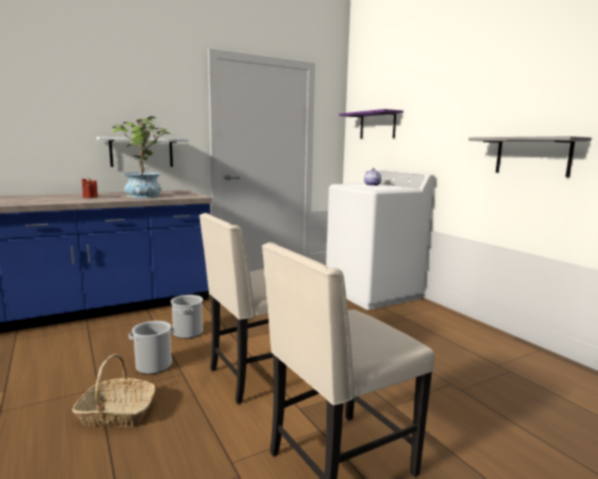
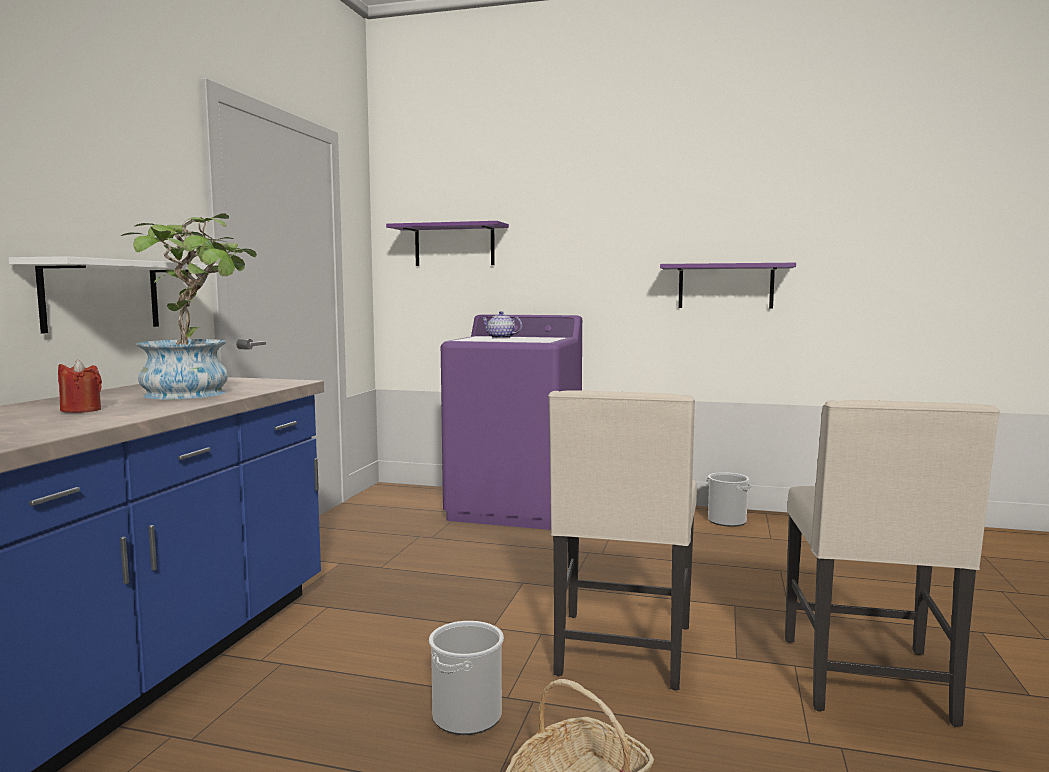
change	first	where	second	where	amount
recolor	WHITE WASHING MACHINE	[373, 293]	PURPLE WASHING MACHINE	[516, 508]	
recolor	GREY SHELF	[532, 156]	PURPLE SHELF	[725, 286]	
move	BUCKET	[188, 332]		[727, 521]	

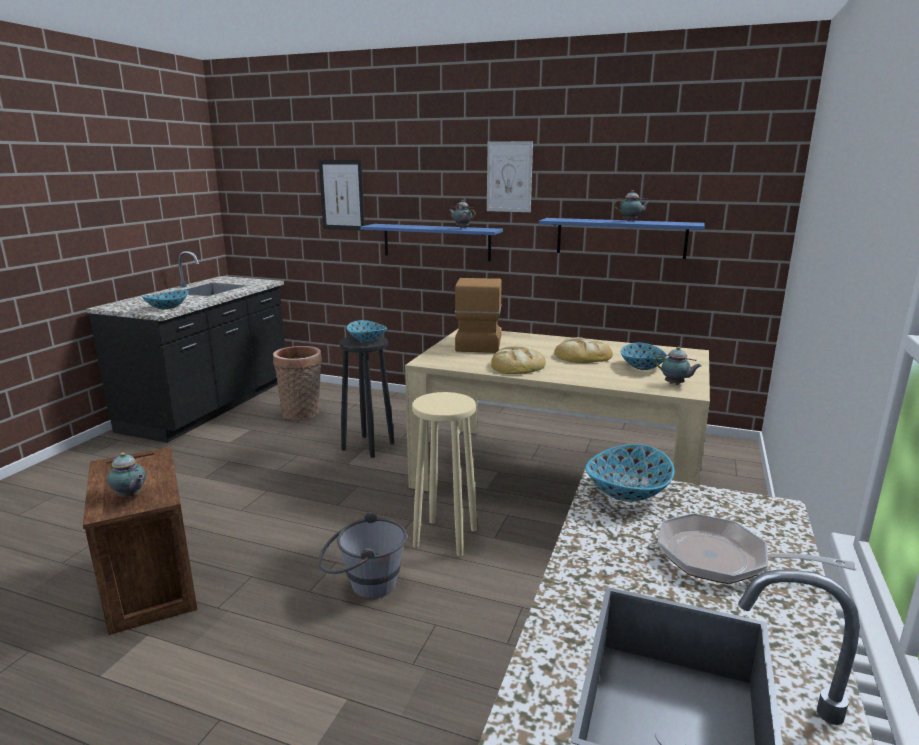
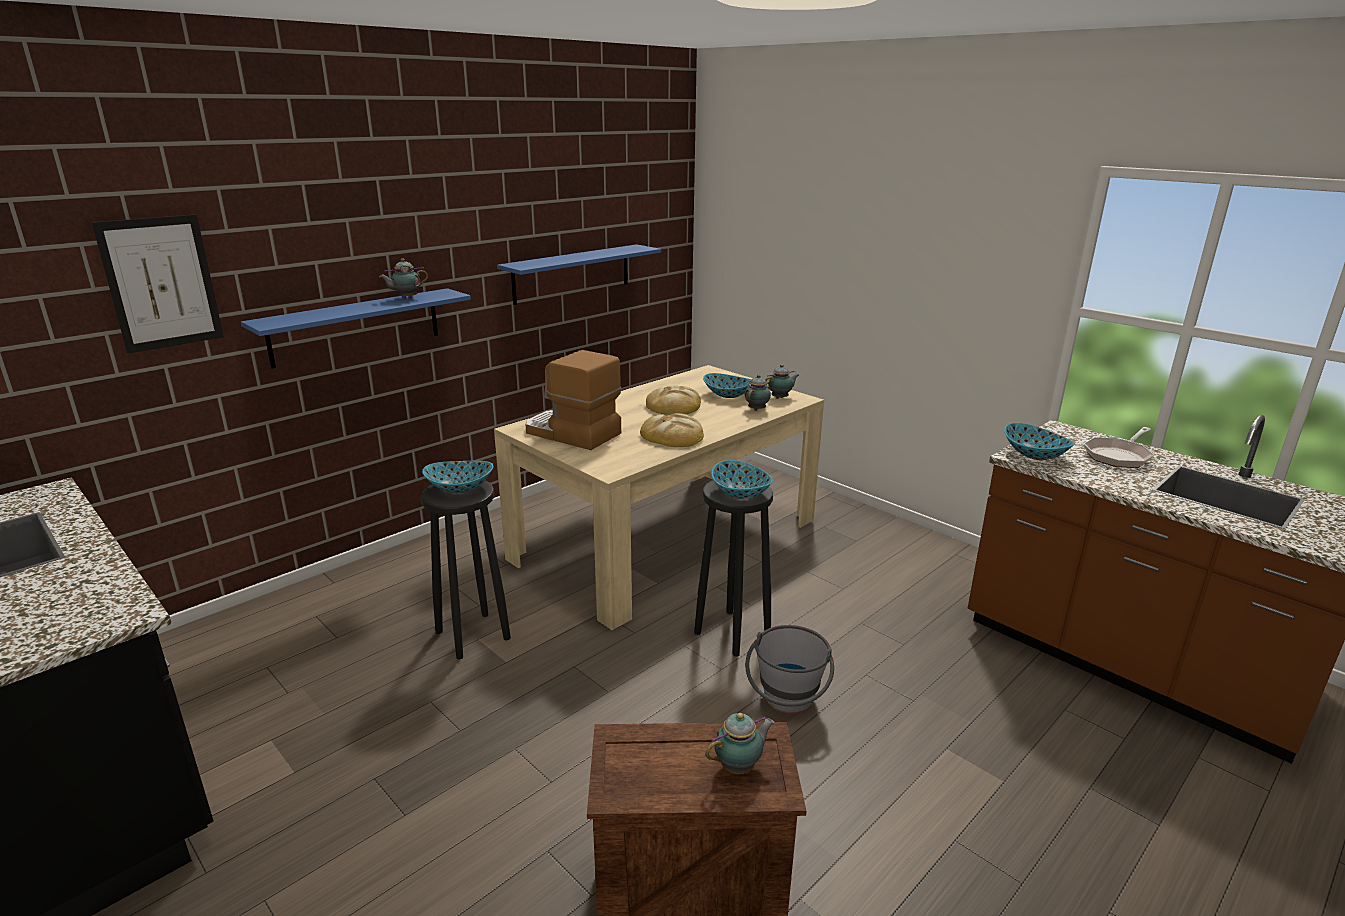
change	first	where	second	where	amount
recolor	BEIGE STOOL	[444, 537]	BLACK STOOL	[731, 633]	
move	BOWL	[167, 307]		[740, 494]	
move	TEAPOT	[631, 221]		[757, 409]	
delete	BASKET	[302, 413]			
delete	PICTURE	[509, 177]			

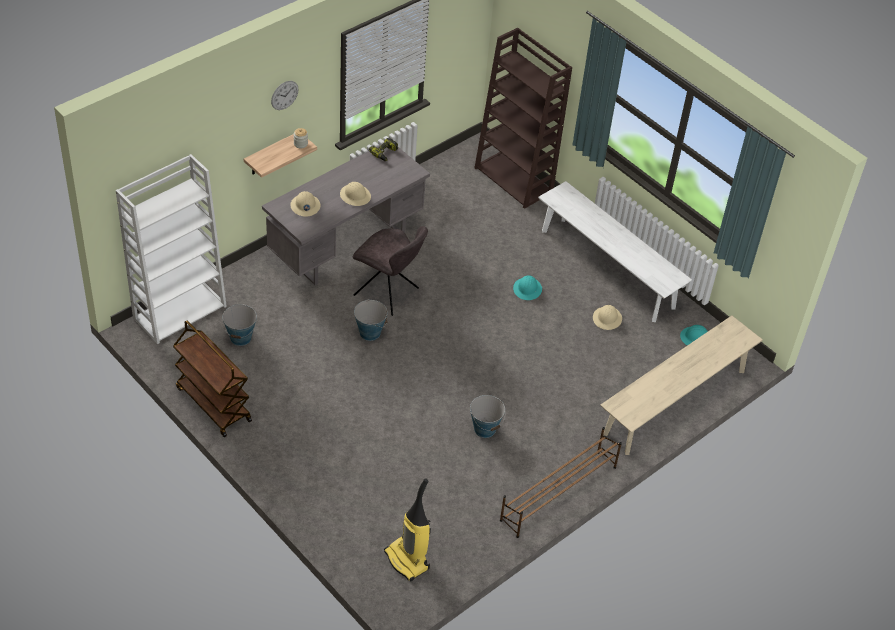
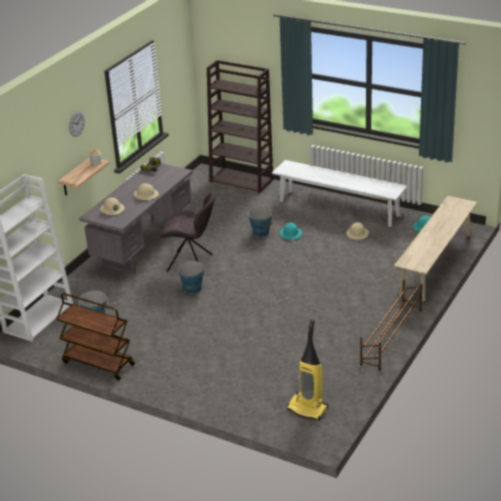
change	first	where	second	where	amount
move	BUCKET	[485, 429]		[261, 232]	

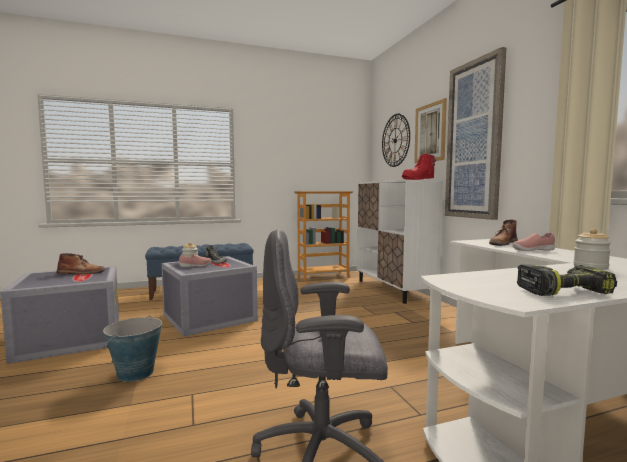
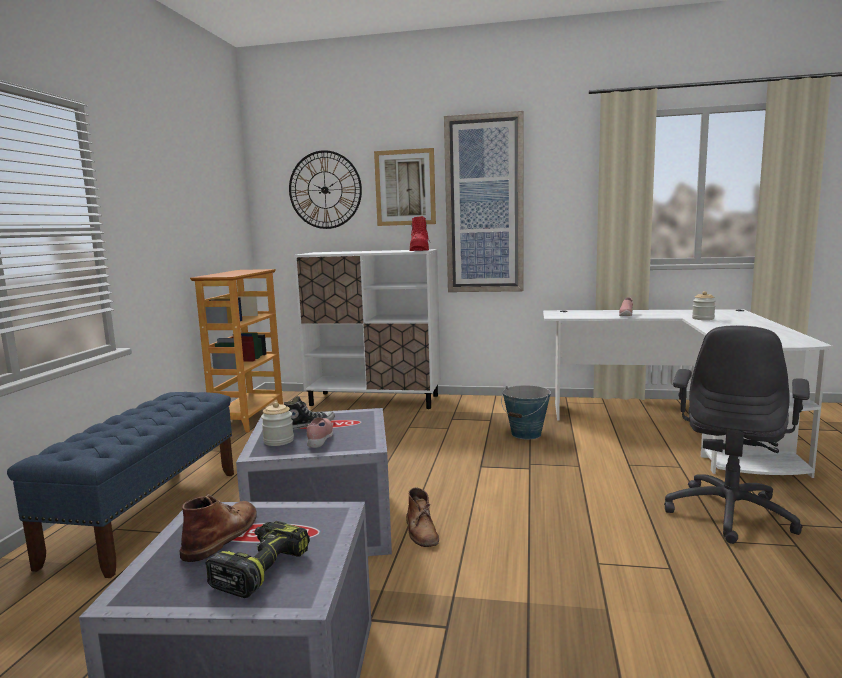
change	first	where	second	where	amount
move	POWER DRILL	[563, 291]		[260, 568]	
move	BROWN BOOT	[503, 243]		[421, 531]	
move	BUCKET	[135, 373]		[526, 434]	

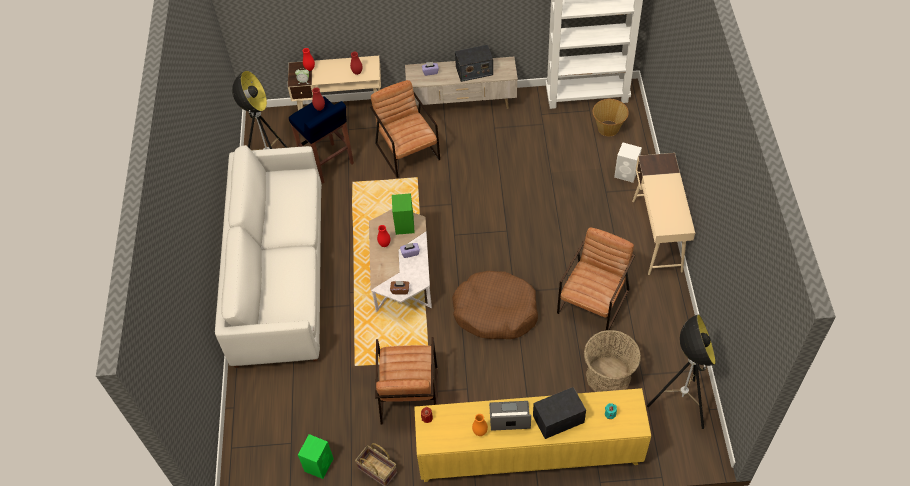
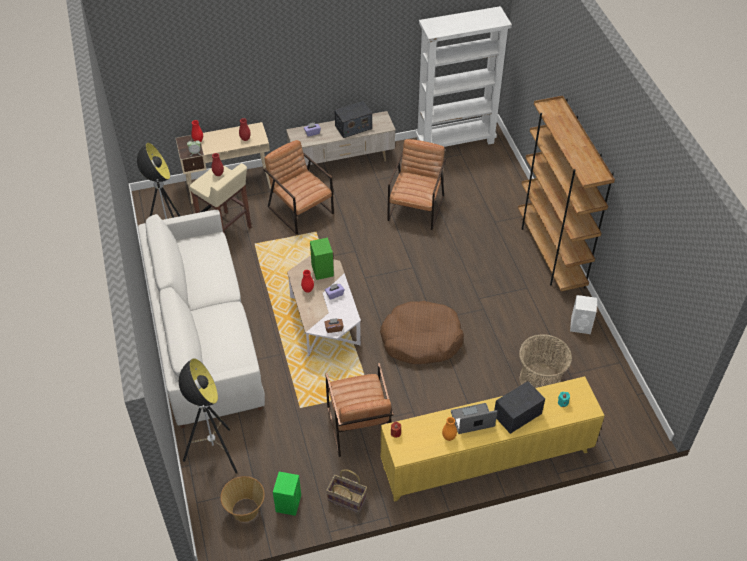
change	first	where	second	where	amount
move	FLOOR LAMP	[679, 404]		[214, 454]	
recolor	BLUE STOOL	[328, 164]	BEIGE STOOL	[226, 230]	
move	BASKET	[608, 128]		[245, 510]	
move	BROWN ARMCHAIR	[593, 301]		[416, 208]	
replace	BEIGE DESK	[657, 236]	BROWN BOOKCASE	[550, 253]	
move	WHITE SPEAKER	[626, 173]		[581, 325]	

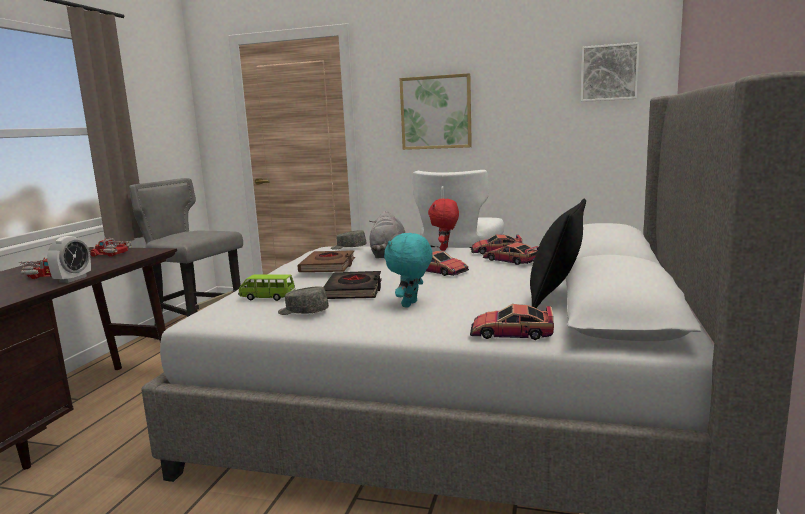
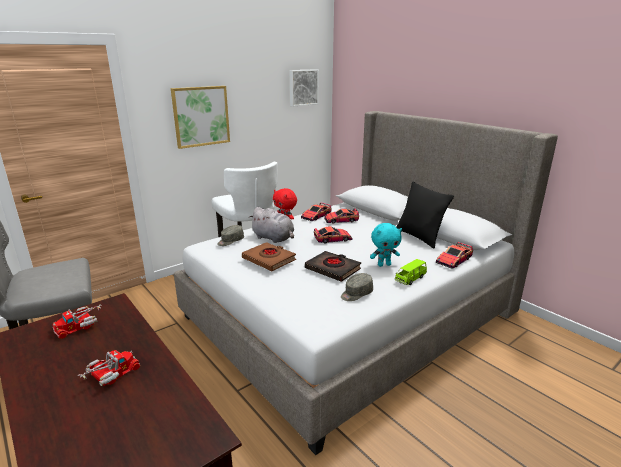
change	first	where	second	where	amount
rotate	TURQUOISE PLUSH TOY	[411, 305]		[384, 265]	75 degrees counterclockwise
move	GREEN TOY CAR	[267, 297]		[410, 279]	
delete	ALARM CLOCK	[73, 279]			

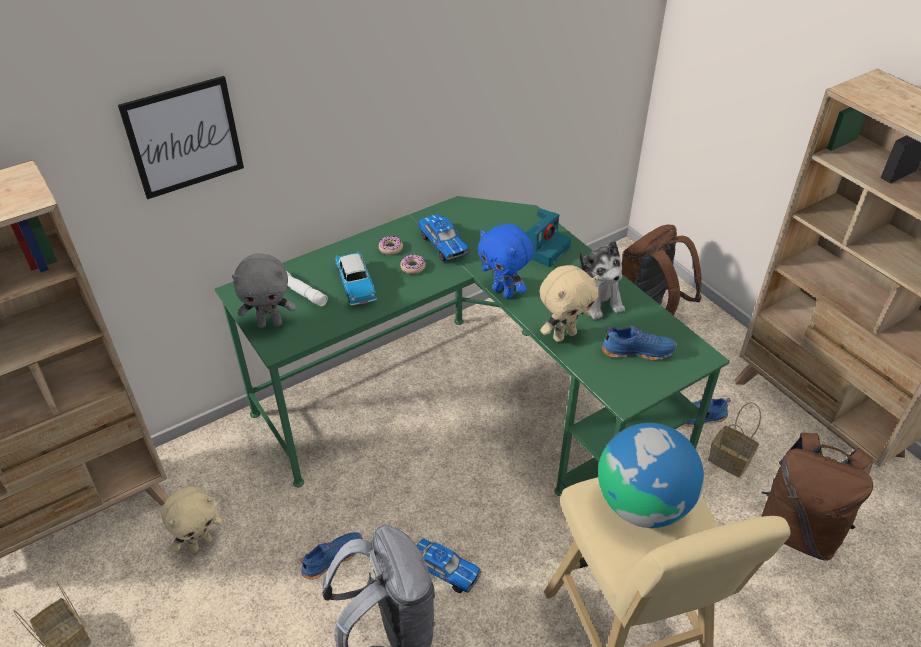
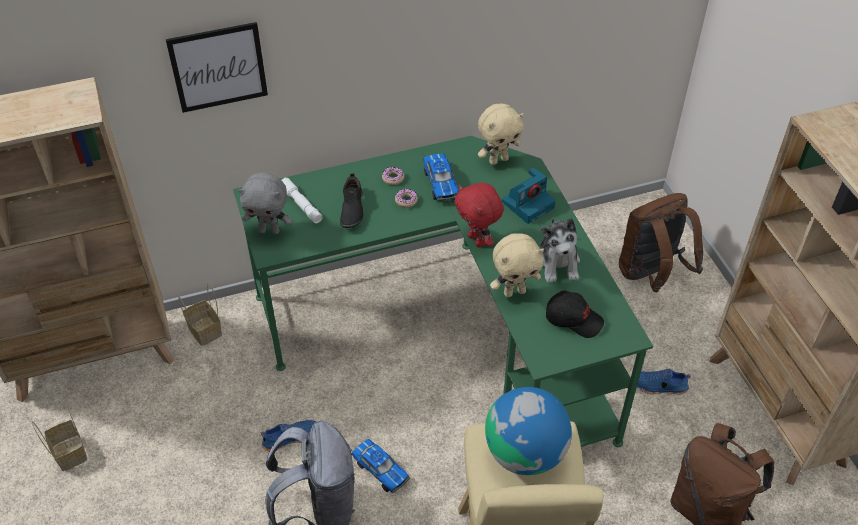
change	first	where	second	where	amount
move	BASKET	[731, 460]		[206, 331]	
replace	TOY CAR	[356, 286]	BLACK SHOE	[351, 209]	
recolor	BLUE PLUSH TOY	[504, 292]	RED PLUSH TOY	[477, 240]	
move	BEIGE PLUSH TOY	[201, 543]		[498, 160]	
replace	BLUE SHOE	[637, 350]	BLACK CAP	[573, 319]	

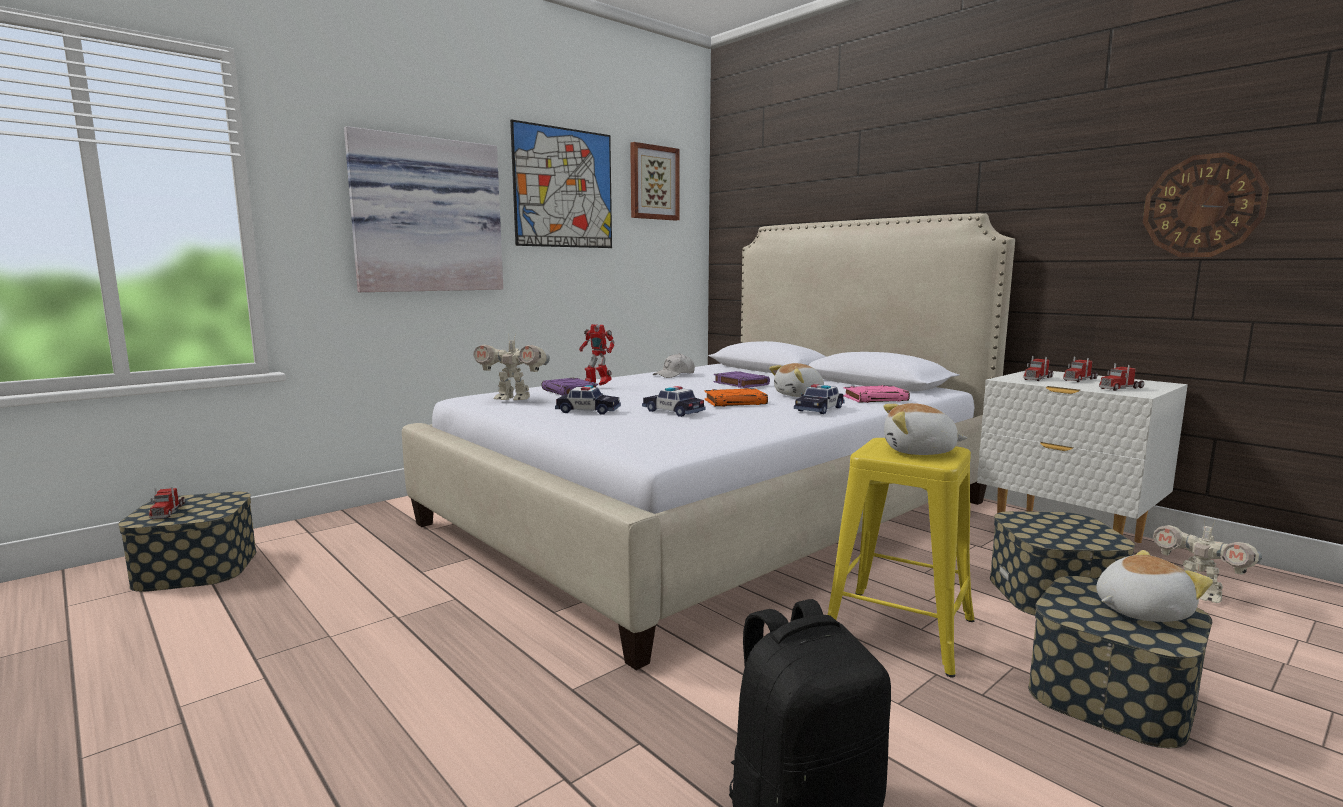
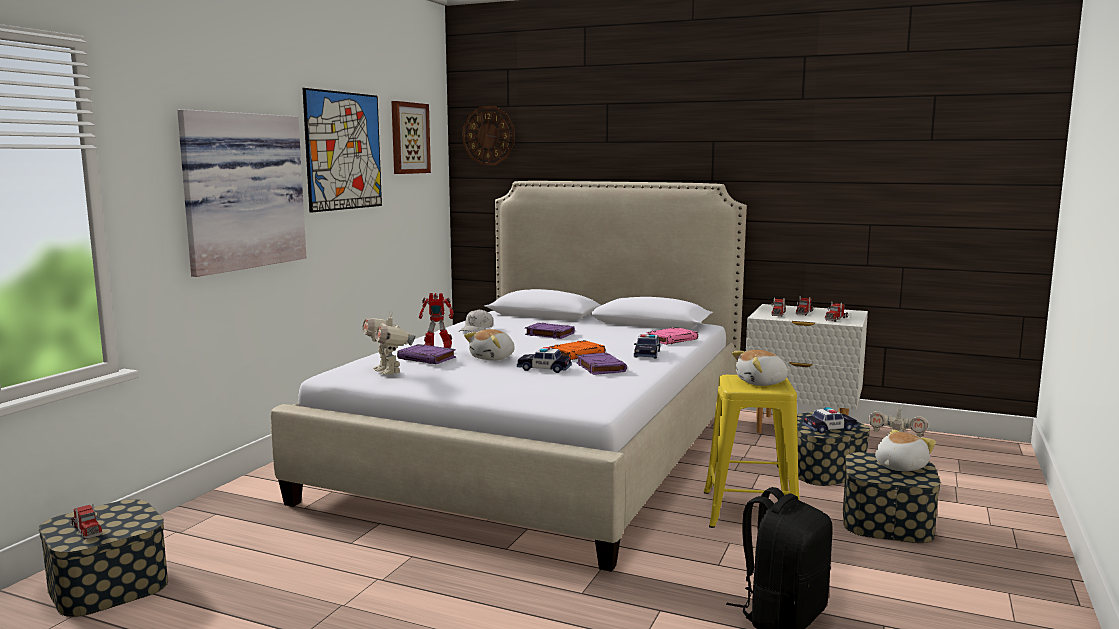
change	first	where	second	where	amount
rotate	TOY ROBOT	[513, 399]		[389, 372]	75 degrees clockwise
move	WALL CLOCK	[1203, 206]		[488, 135]	
move	PLUSH TOY	[799, 395]		[493, 358]	
insert			PURPLE BOOK	[600, 367]	
move	TOY CAR	[588, 411]		[829, 428]	

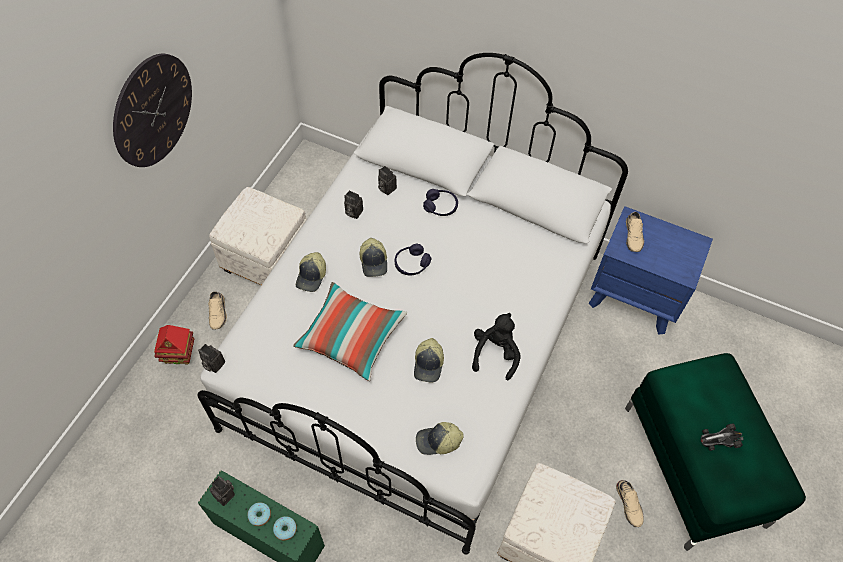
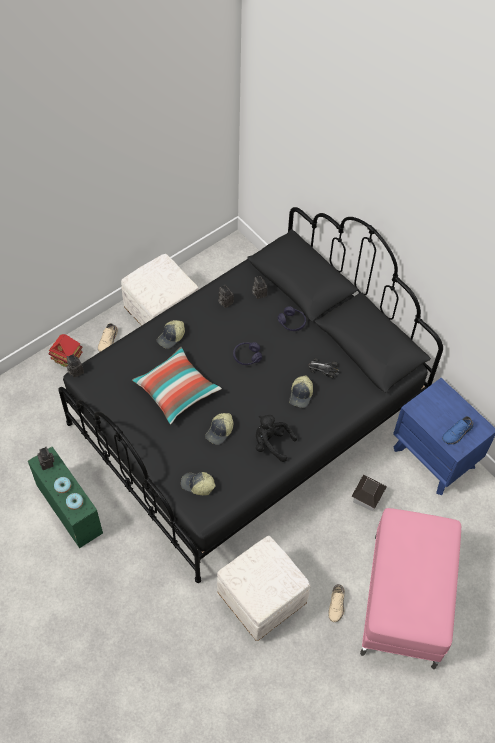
change	first	where	second	where	amount
recolor	WHITE BED	[420, 338]	BLACK BED	[246, 419]	
rotate	BLACK PLUSH TOY	[495, 353]		[271, 443]	105 degrees counterclockwise
move	CAP	[374, 262]		[301, 395]	
move	TOY CAR	[720, 439]		[323, 369]	
insert			TOY HOUSE	[367, 498]	
recolor	GREEN OTTOMAN	[695, 466]	PINK OTTOMAN	[405, 601]	
insert			BLUE SHOE	[457, 433]	
delete	WALL CLOCK	[153, 111]			
delete	BEIGE SHOE	[634, 236]			

